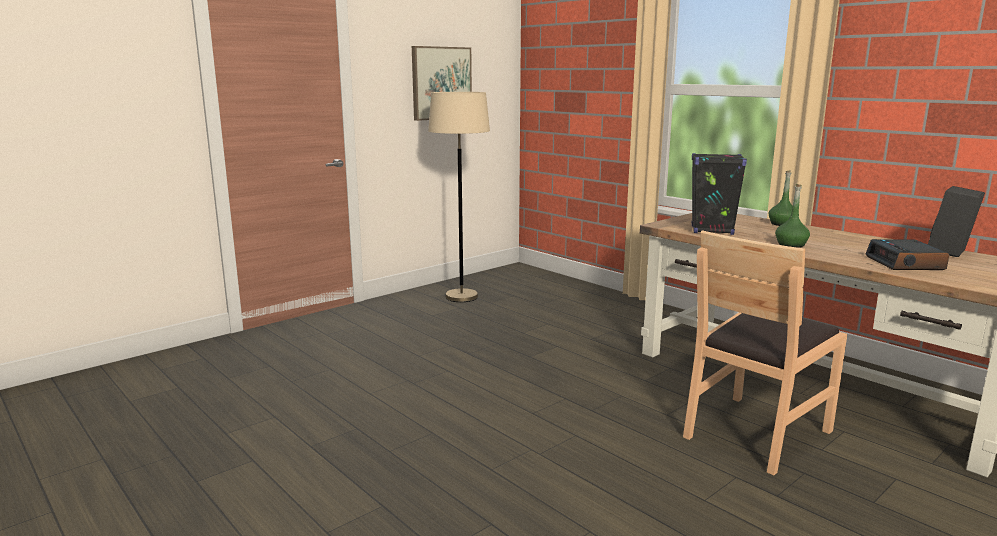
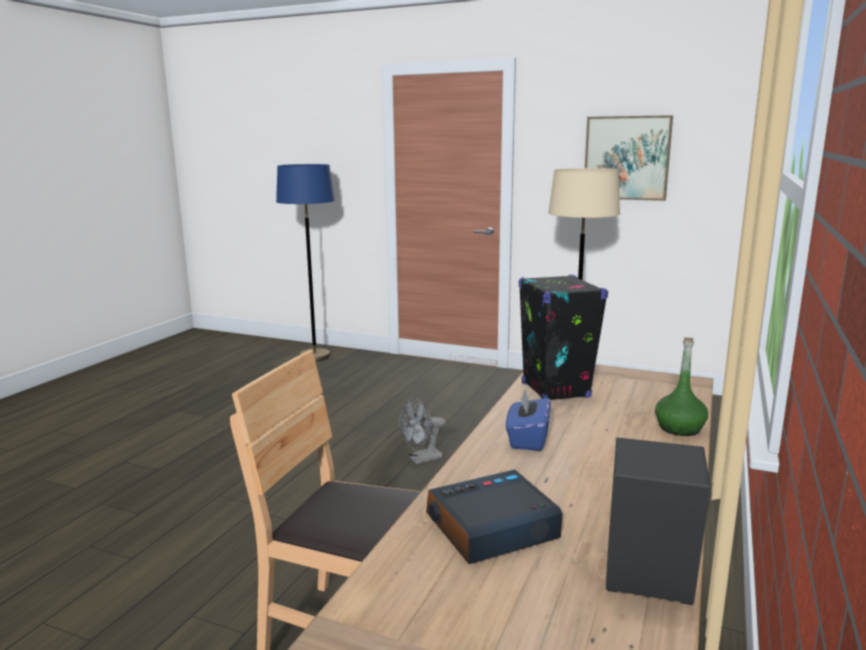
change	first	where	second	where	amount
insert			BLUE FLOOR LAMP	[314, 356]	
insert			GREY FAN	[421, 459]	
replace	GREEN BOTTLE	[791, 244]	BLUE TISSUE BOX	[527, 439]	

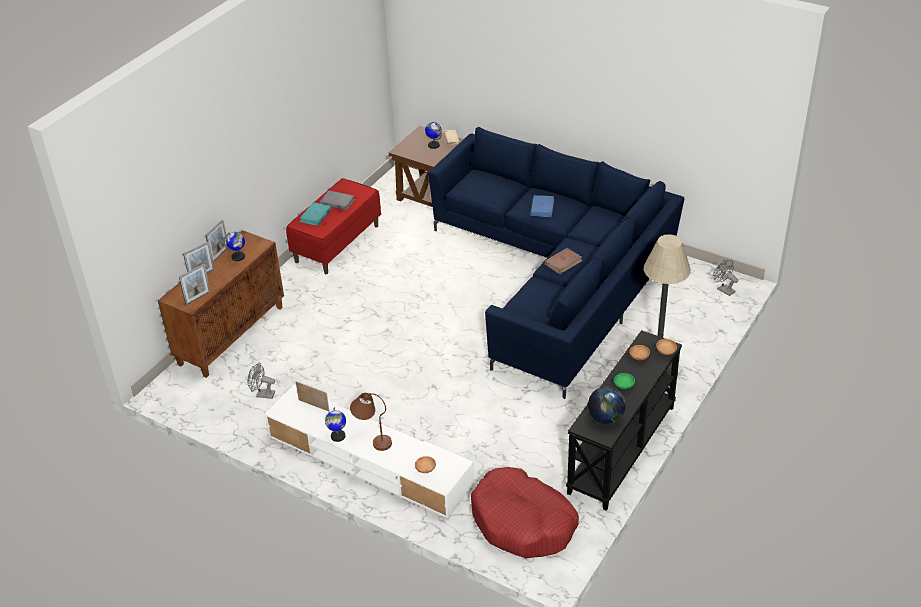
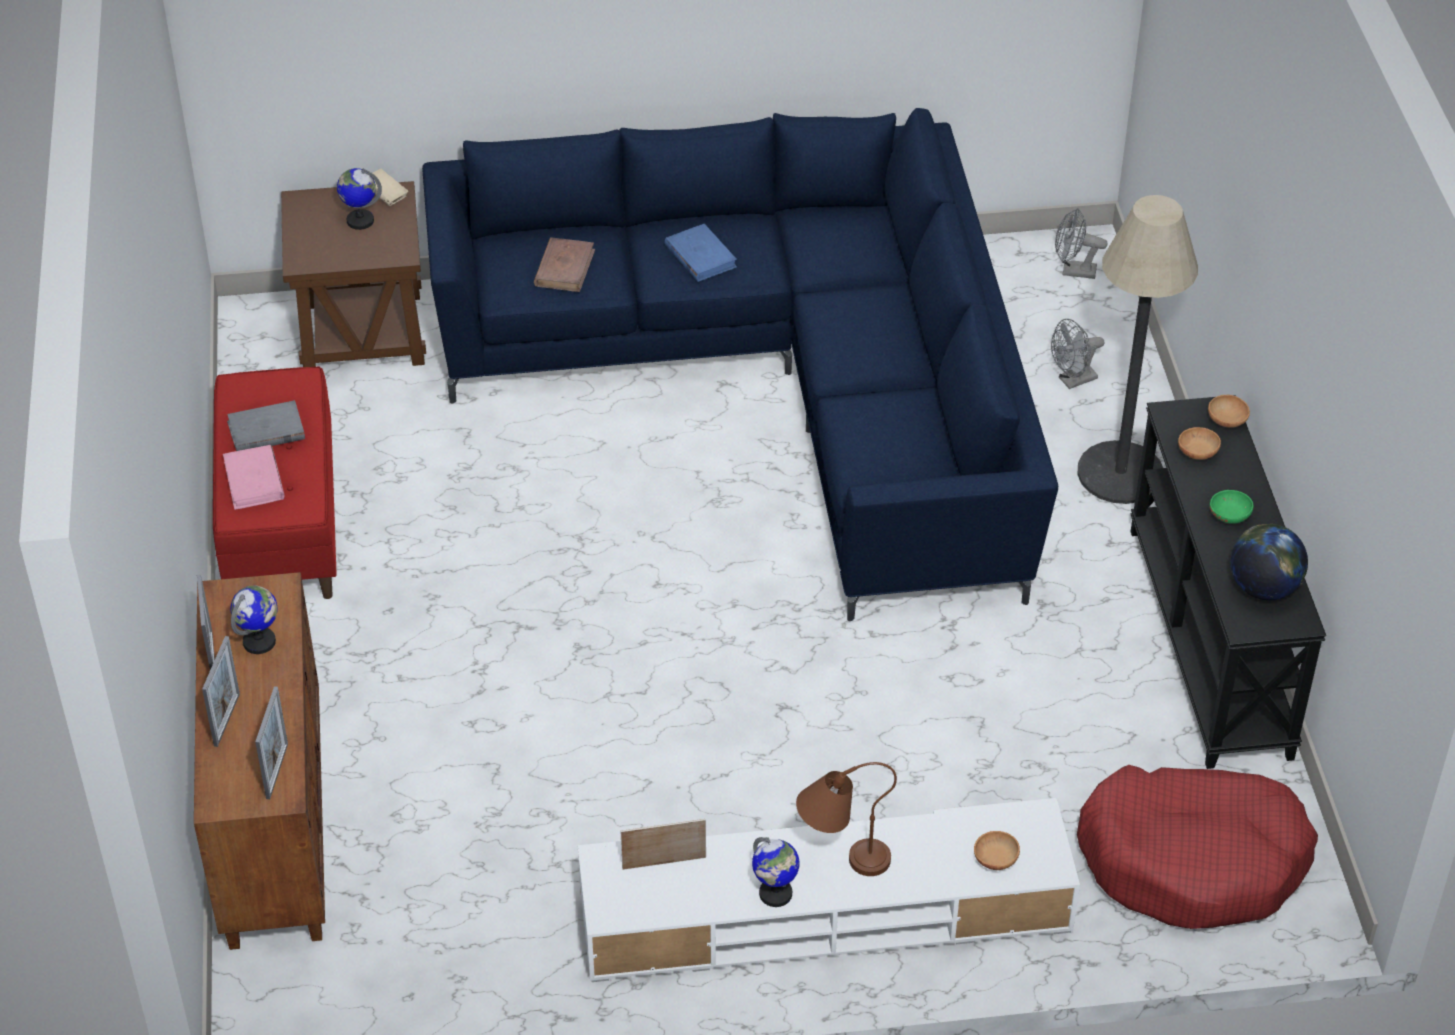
change	first	where	second	where	amount
recolor	TURQUOISE BOOK	[315, 216]	PINK BOOK	[254, 481]	
move	BROWN BOOK	[563, 262]		[564, 268]	
move	GREY FAN	[262, 394]		[1073, 381]	

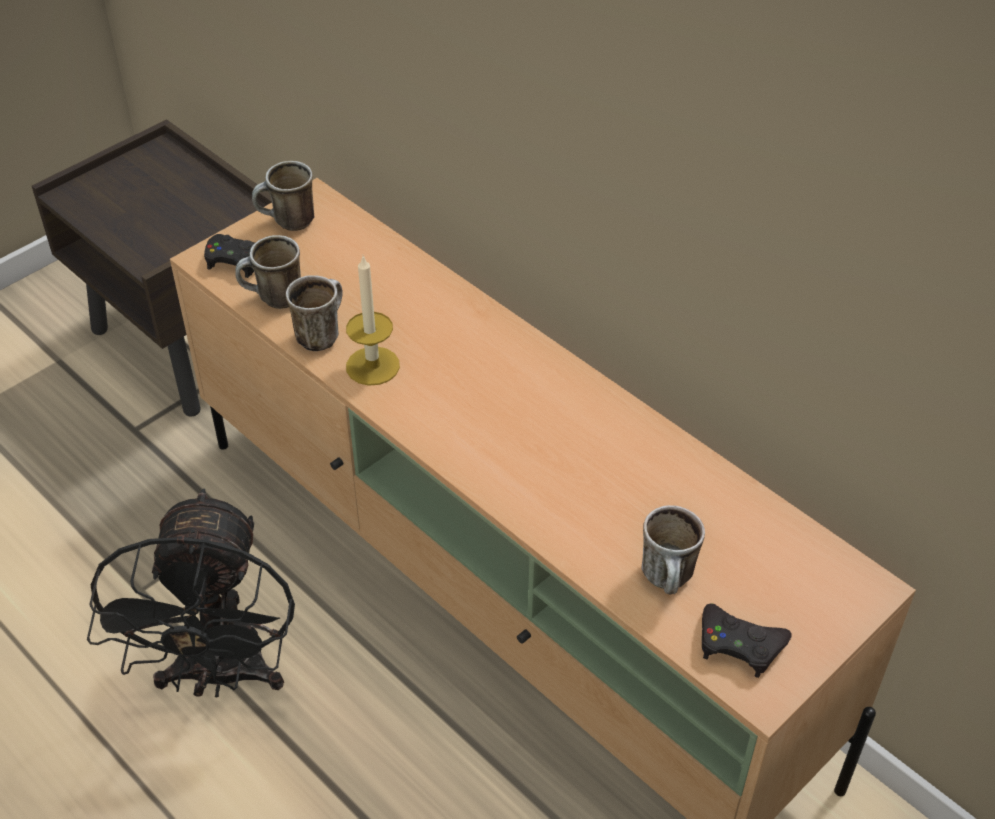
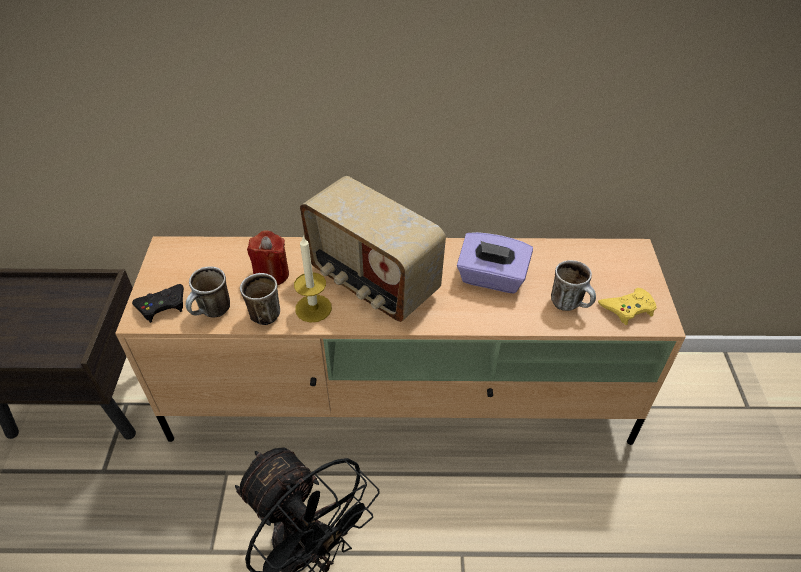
change	first	where	second	where	amount
insert			RED CANDLE	[271, 274]	
insert			RADIO	[372, 282]	
insert			PURPLE TISSUE BOX	[491, 278]	
recolor	BLACK GAME CONTROLLER	[739, 644]	YELLOW GAME CONTROLLER	[628, 308]	
delete	MUG	[287, 223]			

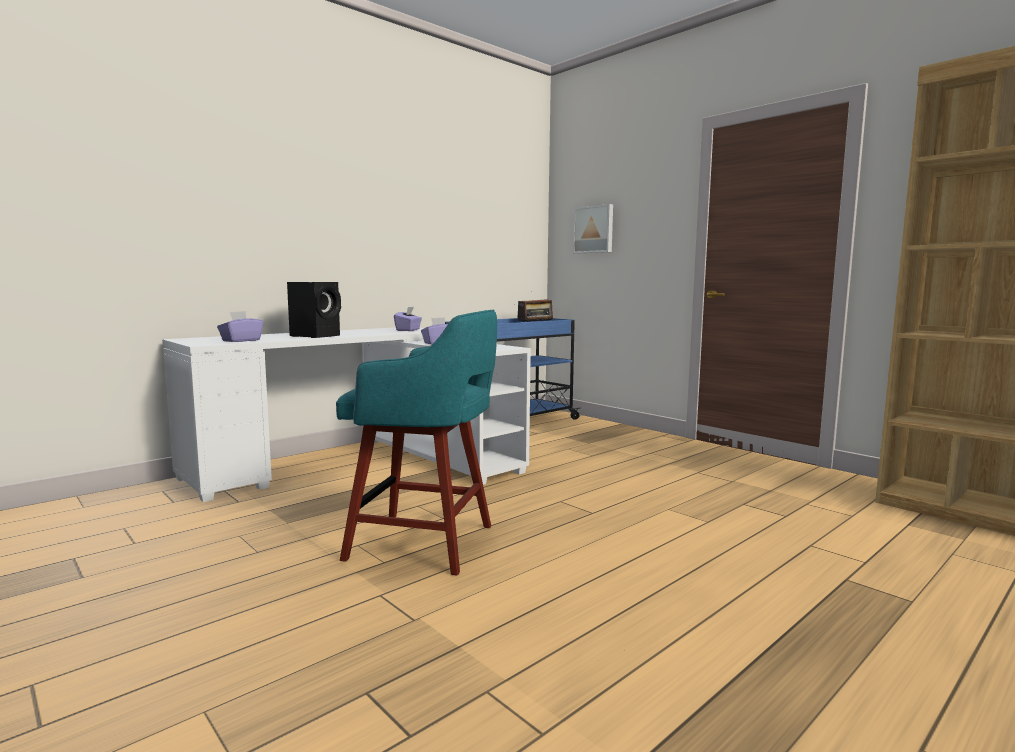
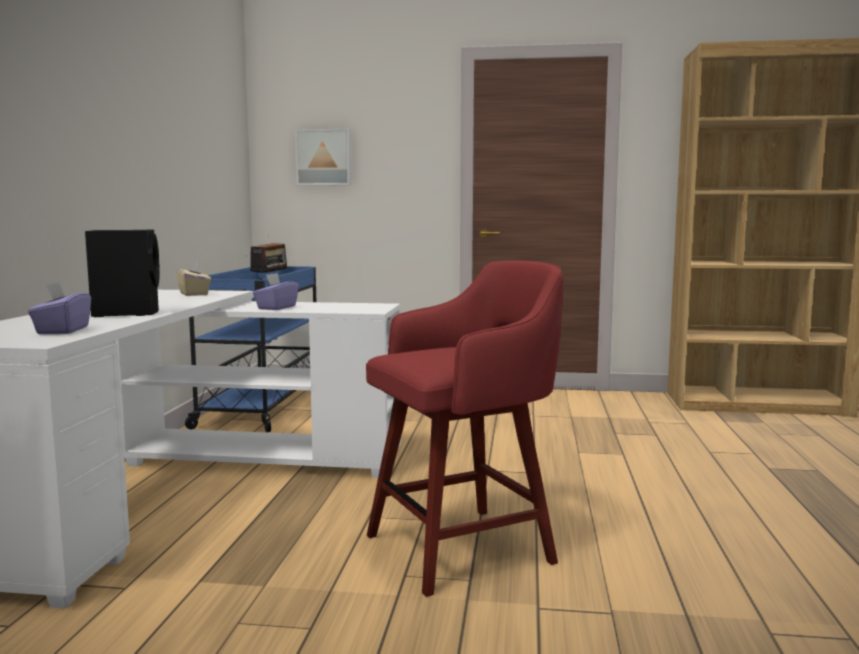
change	first	where	second	where	amount
recolor	PURPLE TISSUE BOX	[408, 330]	BEIGE TISSUE BOX	[194, 294]	
recolor	TURQUOISE STOOL	[425, 543]	RED STOOL	[464, 547]	

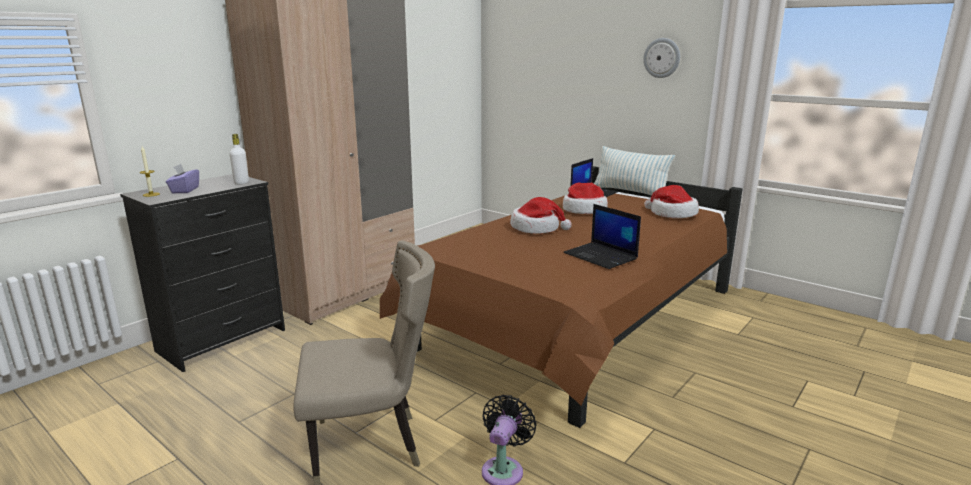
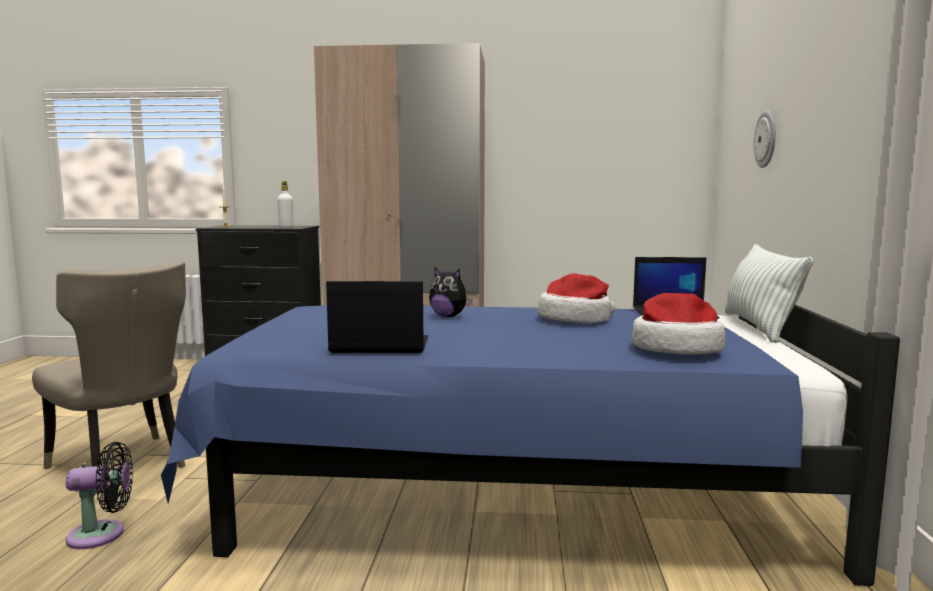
change	first	where	second	where	amount
recolor	BROWN BED	[576, 322]	BLUE BED	[505, 487]	
rotate	LAPTOP	[601, 256]		[378, 345]	75 degrees clockwise
replace	HAT	[536, 228]	PLUSH TOY	[449, 316]	
move	WALL CLOCK	[662, 58]		[766, 139]	
delete	PURPLE TISSUE BOX	[184, 190]			

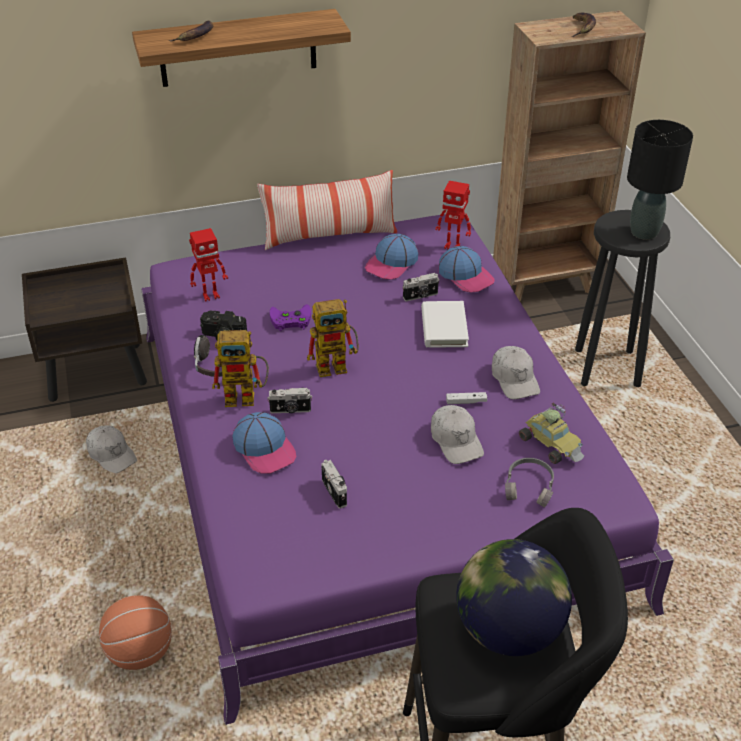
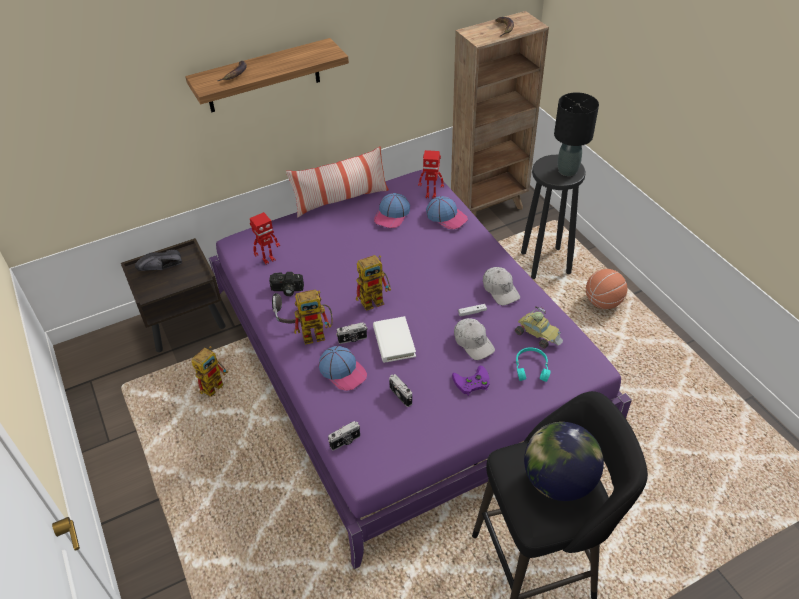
change	first	where	second	where	amount
insert			BLACK SHOE	[162, 268]	
replace	WHITE CAP	[112, 454]	TOY ROBOT	[215, 385]	
move	PHOTO CAMERA	[421, 296]		[345, 441]	
move	WHITE BOOK	[444, 327]		[394, 341]	
move	PURPLE GAME CONTROLLER	[289, 320]		[471, 383]	
recolor	GREY HEADPHONES	[530, 486]	TURQUOISE HEADPHONES	[532, 368]	
move	BASKETBALL	[140, 652]		[603, 302]	

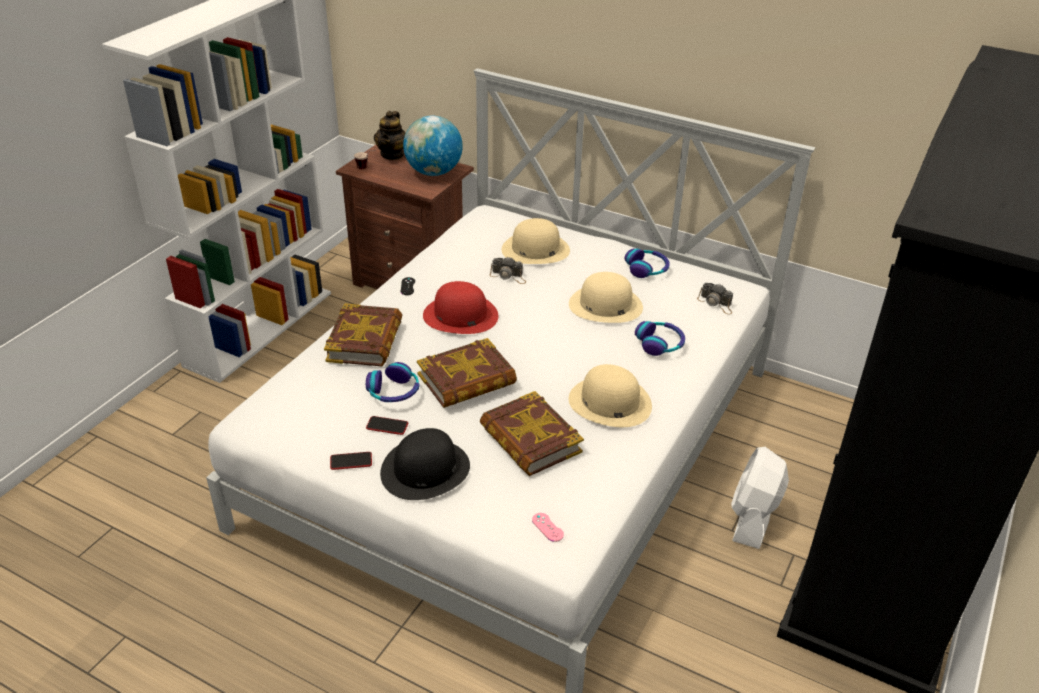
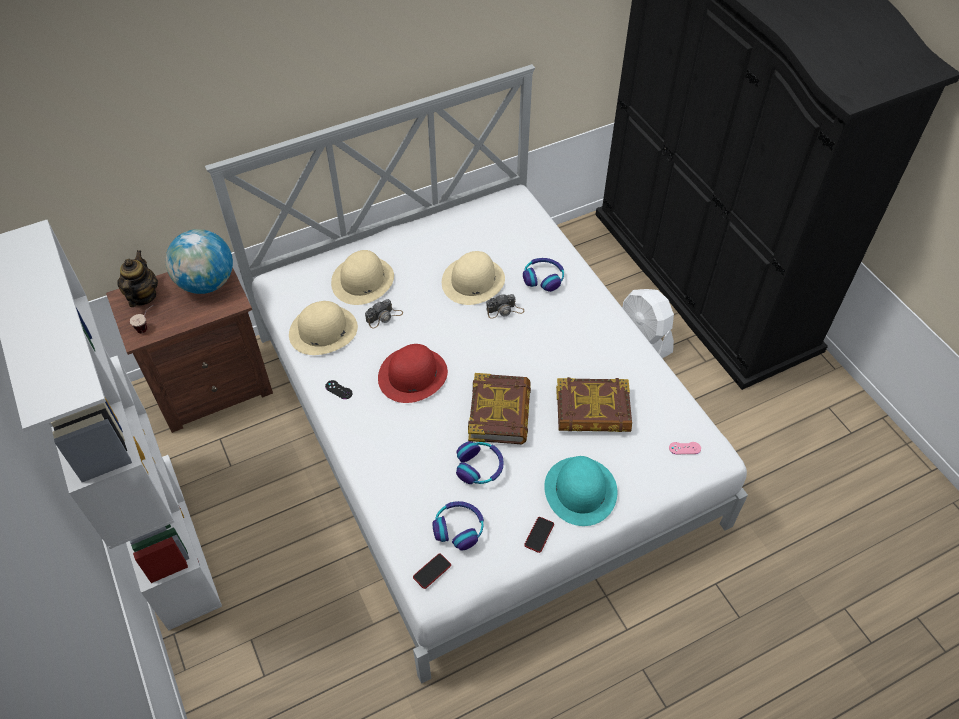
change	first	where	second	where	amount
rotate	TEAPOT	[392, 154]		[142, 296]	135 degrees counterclockwise
move	BEIGE HAT	[609, 402]		[323, 331]	
move	PHONE	[387, 426]		[432, 571]	
move	HEADPHONES	[647, 269]		[459, 528]	
move	PHOTO CAMERA	[716, 303]		[505, 310]	
recolor	BLACK HAT	[425, 469]	TURQUOISE HAT	[580, 490]	
delete	BOOK	[365, 341]			

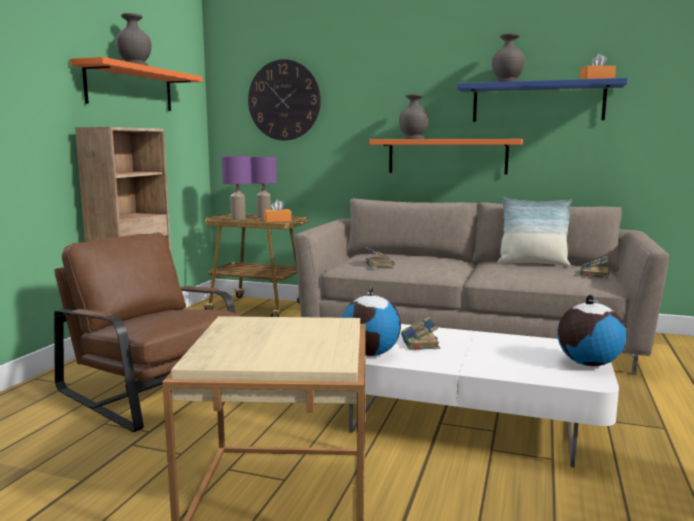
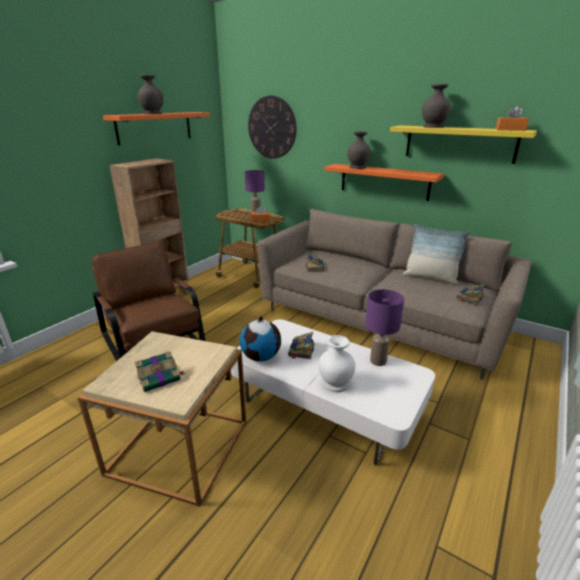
change	first	where	second	where	amount
insert			BOOK	[160, 378]	
insert			WHITE VASE	[336, 384]	
move	PURPLE TABLE LAMP	[238, 219]		[378, 361]	
recolor	BLUE SHELF	[537, 102]	YELLOW SHELF	[459, 143]	
delete	GLOBE	[587, 363]			

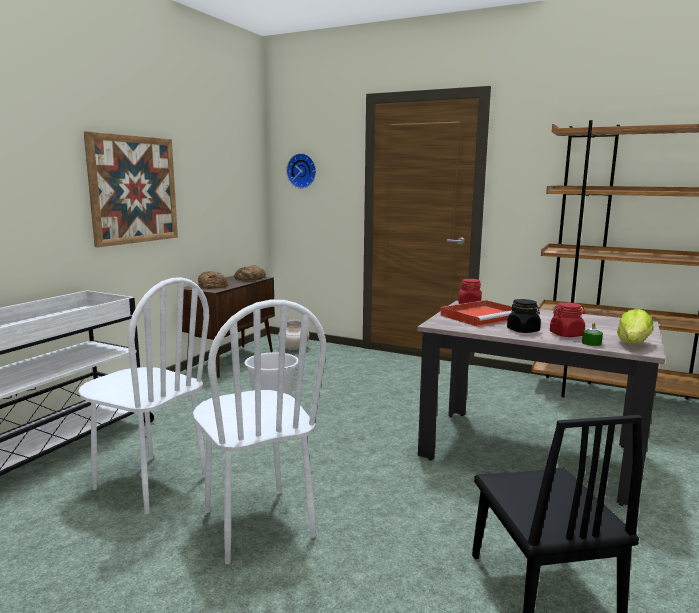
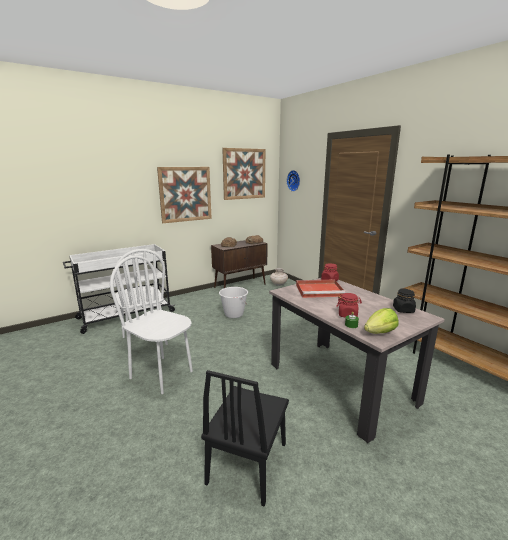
change	first	where	second	where	amount
rotate	WHITE CHAIR	[257, 524]		[162, 374]	120 degrees clockwise
insert			PICTURE	[244, 174]	
move	BLACK JAR	[523, 330]		[403, 310]	

